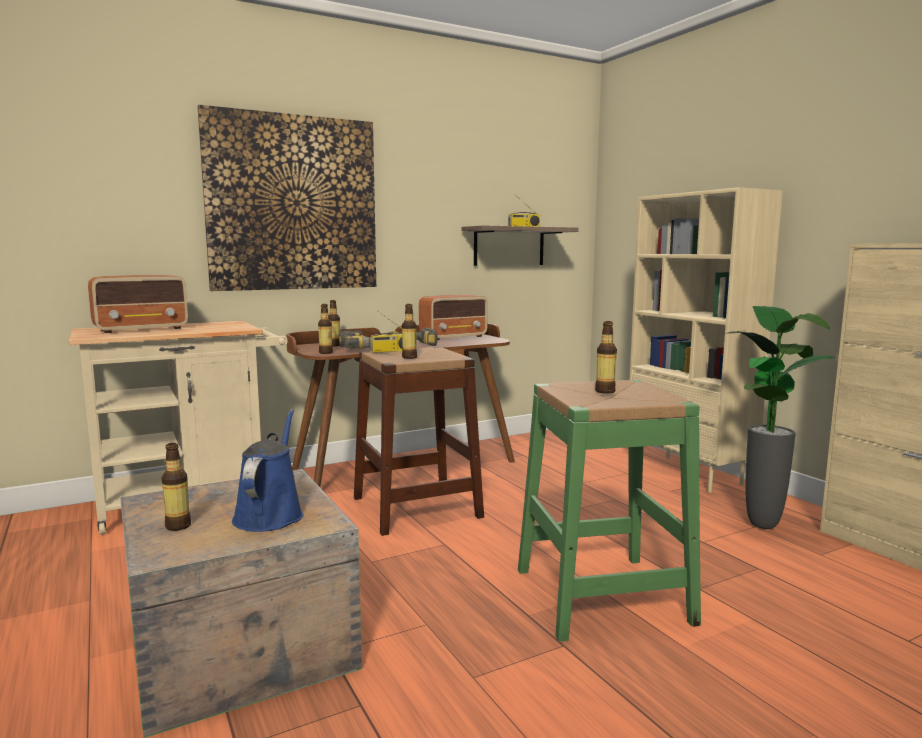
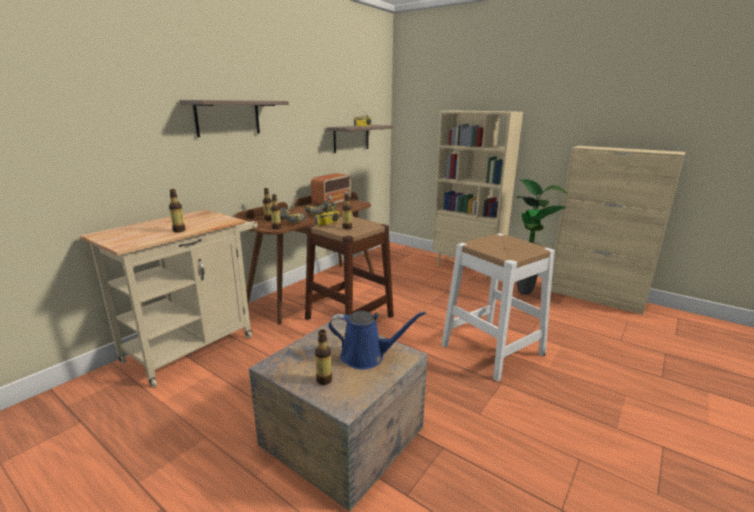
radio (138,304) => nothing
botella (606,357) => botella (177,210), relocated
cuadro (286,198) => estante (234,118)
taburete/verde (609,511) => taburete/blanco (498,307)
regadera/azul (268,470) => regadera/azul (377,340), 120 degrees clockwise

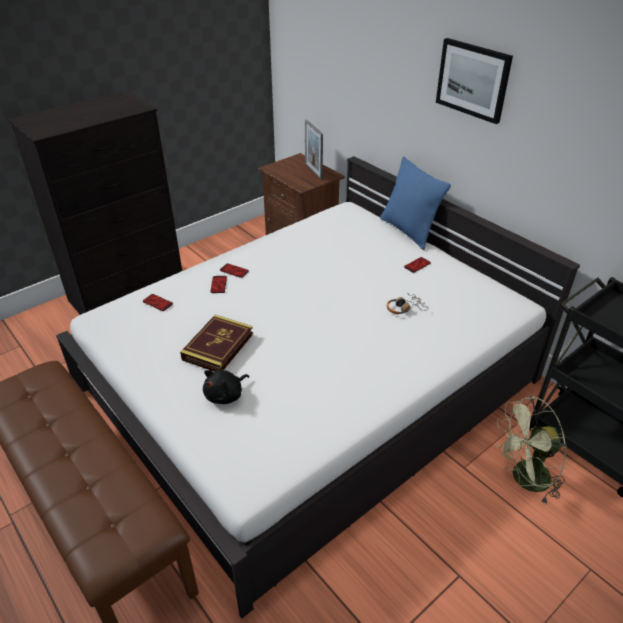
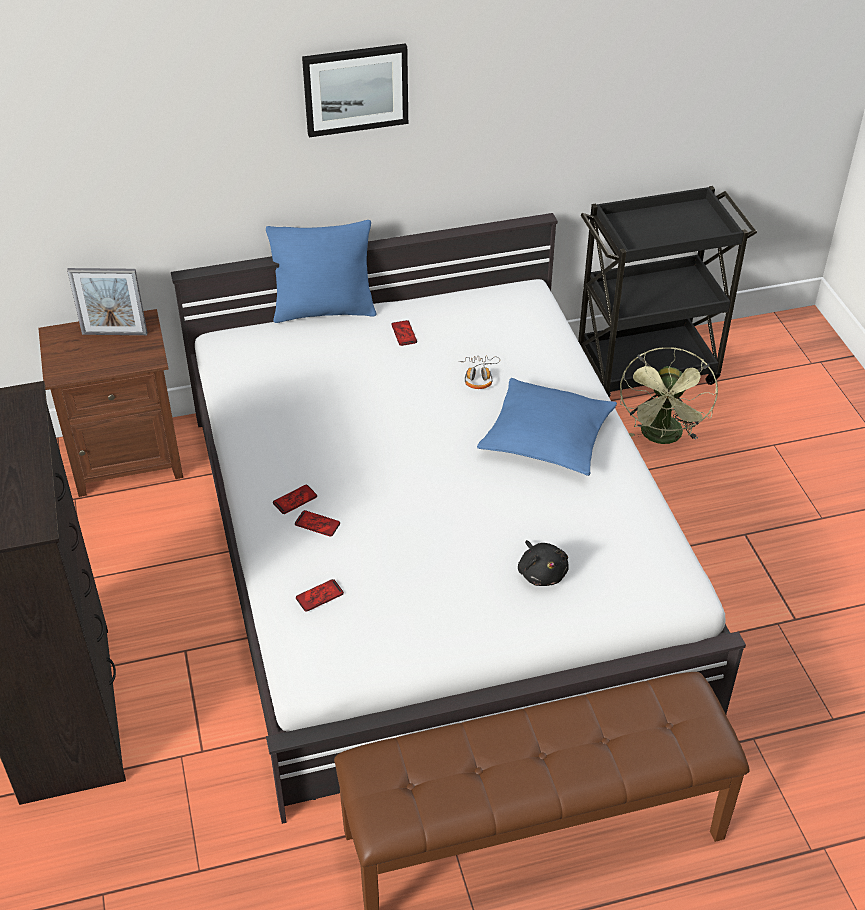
libro (216,343) => nothing
nothing => cojín/azul (547,427)

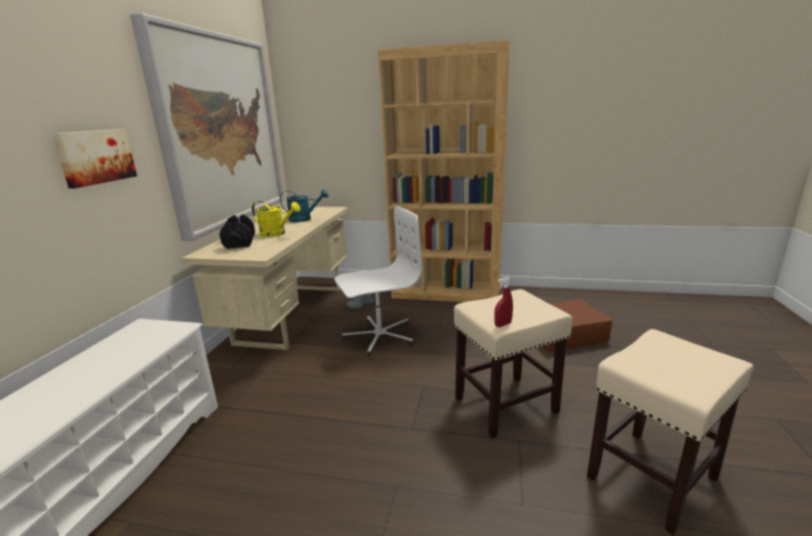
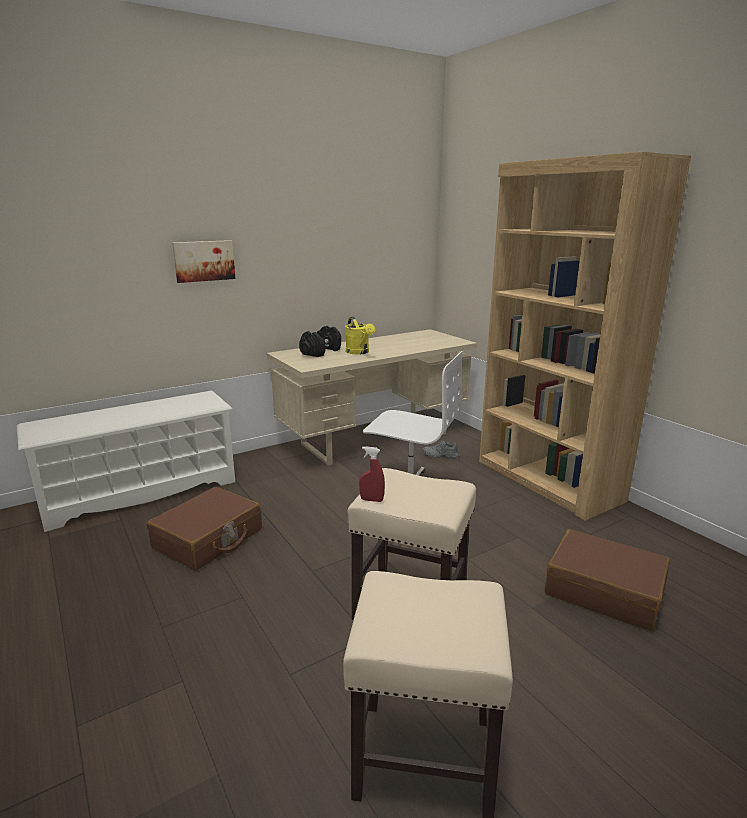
cuadro (207,127) => nothing
regadera/turquesa (304,205) => nothing
nothing => maleta/marrón (204,529)

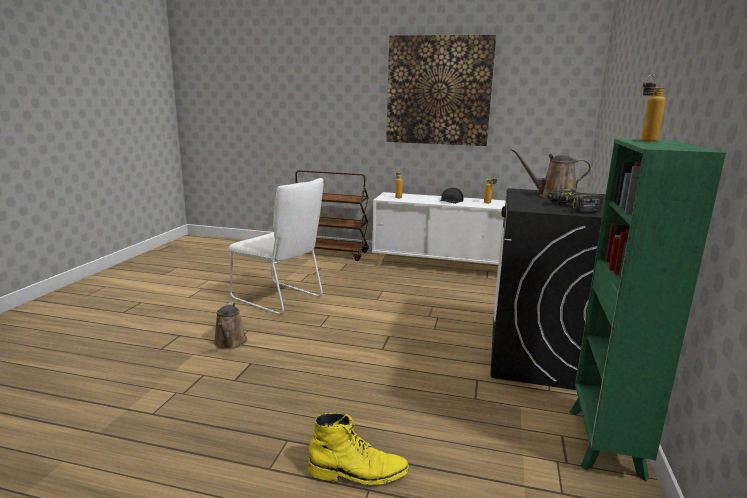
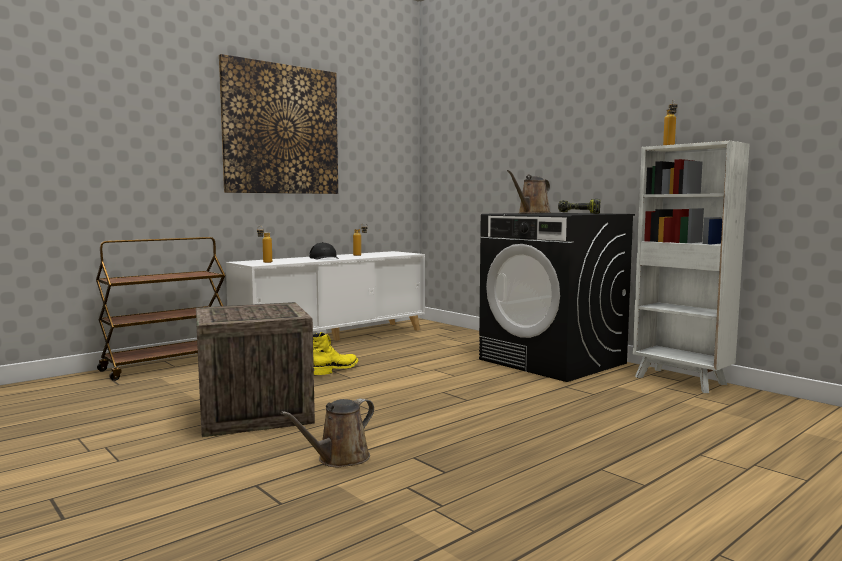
bota/amarillo (359,449) => bota/amarillo (336,353), relocated
silla/blanco (276,246) => caja de embalaje (255,369)
estantería/verde (647,310) => estantería/blanco (691,267)
regadera/marrón (230,325) => regadera/marrón (327,433), 105 degrees clockwise

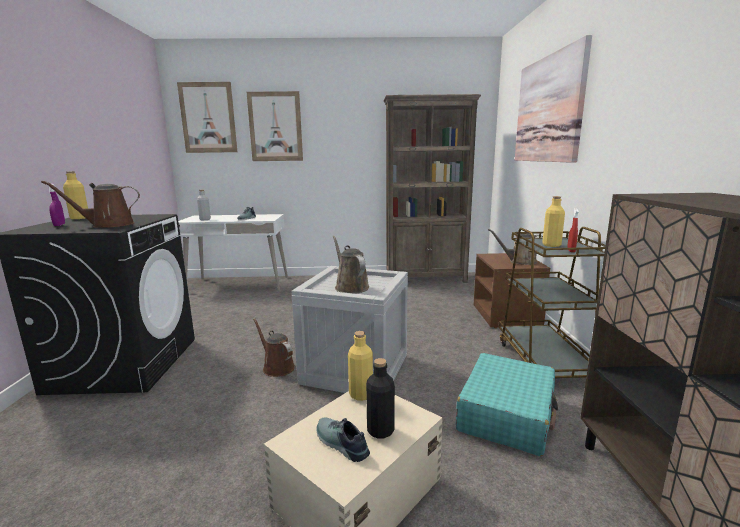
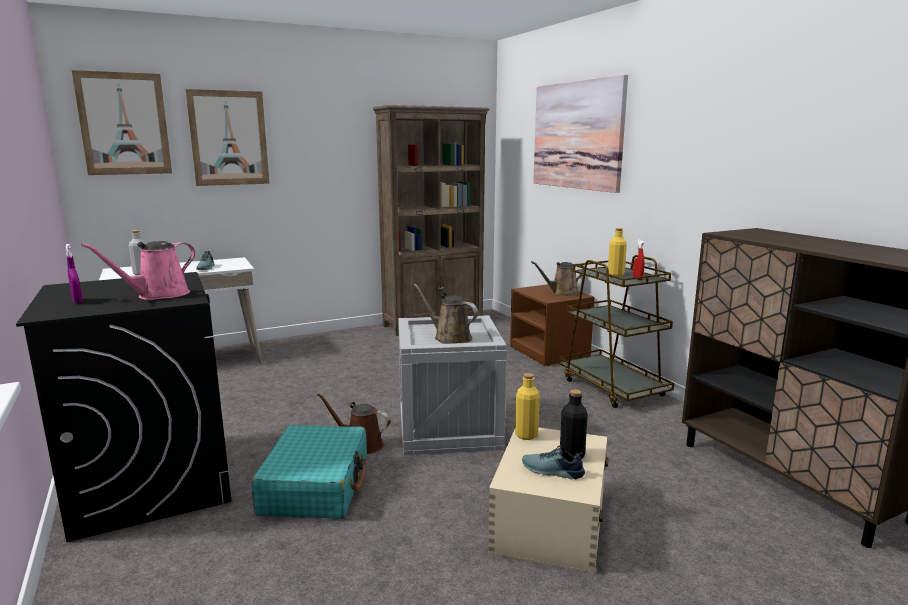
botella/amarillo (75,195) => nothing
maleta/turquesa (507,404) => maleta/turquesa (309,472), relocated
regadera/marrón (90,204) => regadera/rosa (138,270)

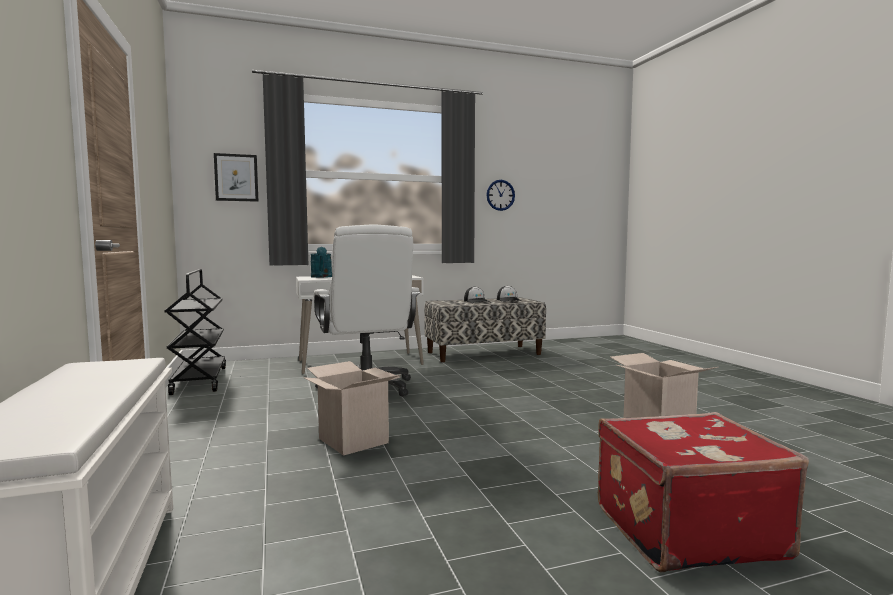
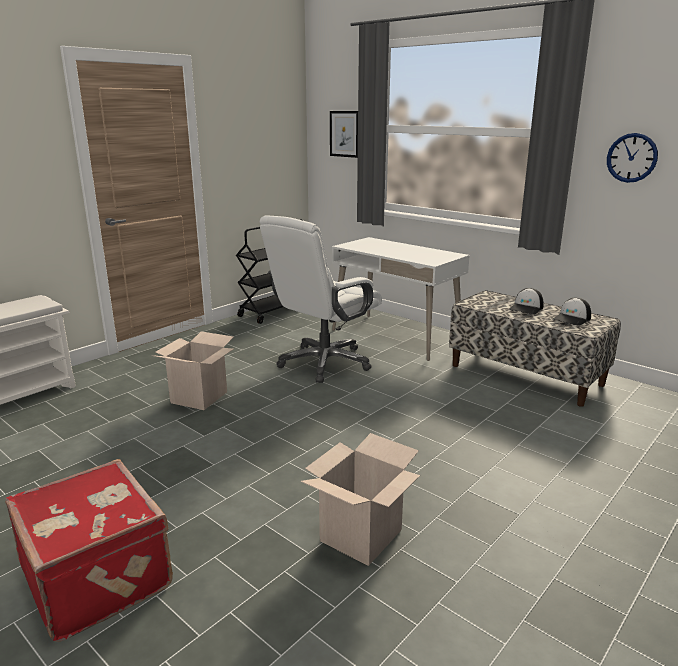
regadera/turquesa (321,262) => nothing

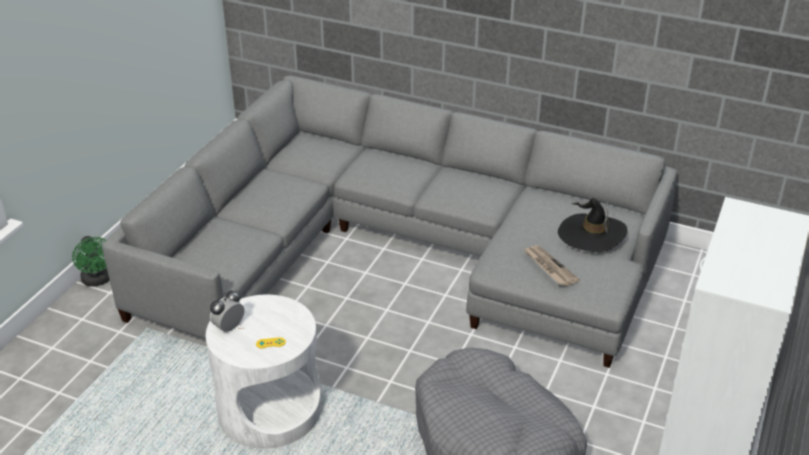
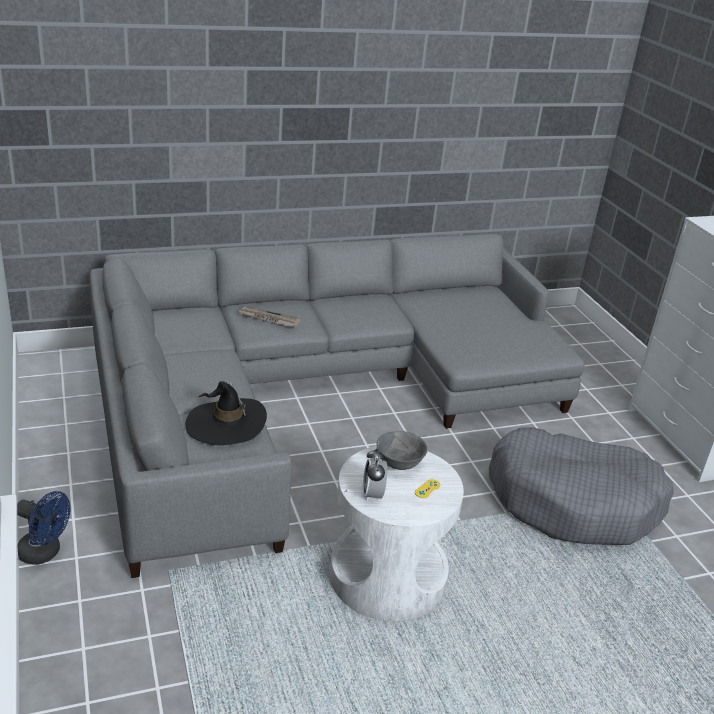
nothing => cuenco/gris (401,450)
periódico (552,265) => periódico (269,316), relocated
sombrero/negro (592,225) => sombrero/negro (226,413), relocated
ventilador/verde (90,261) => ventilador/azul (44,528)

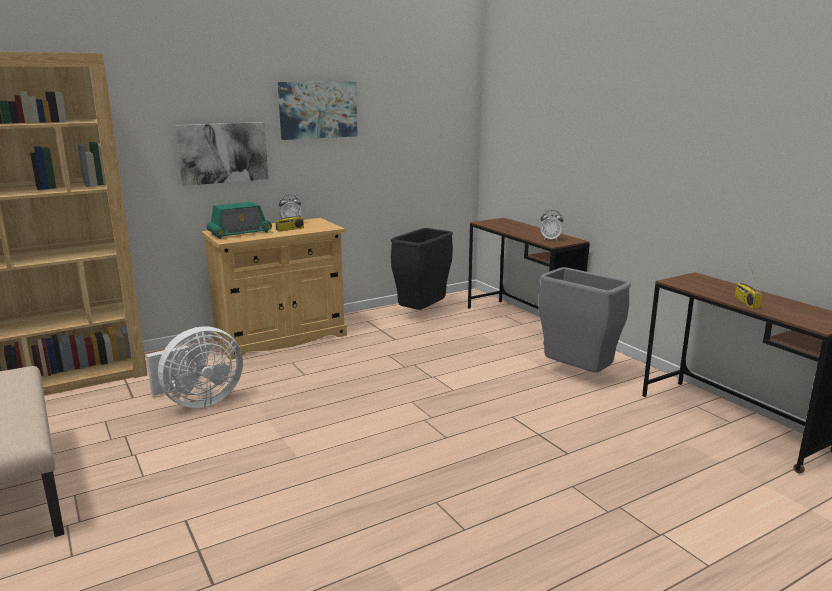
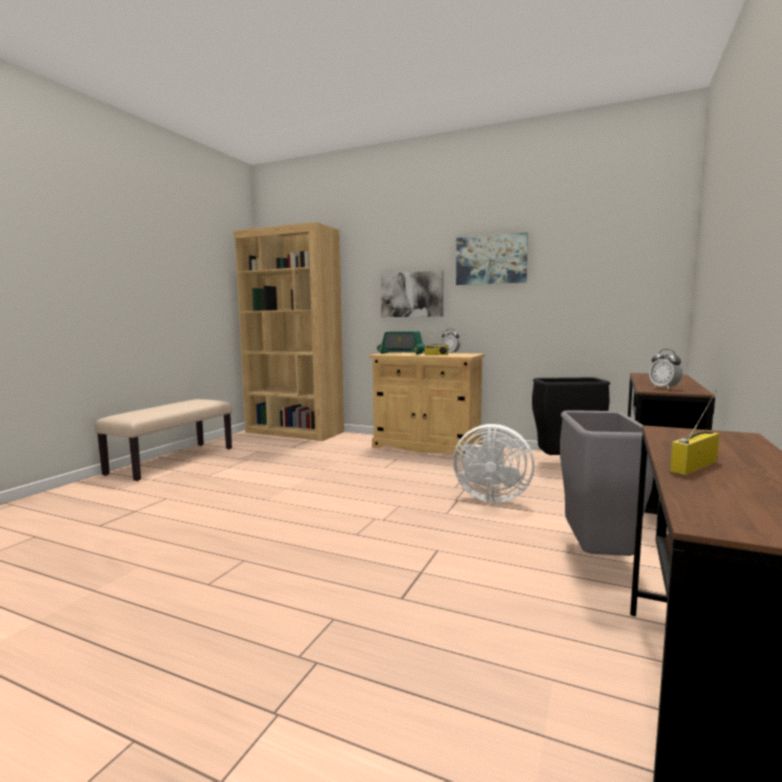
ventilador/blanco (194,367) => ventilador/blanco (493,463), relocated

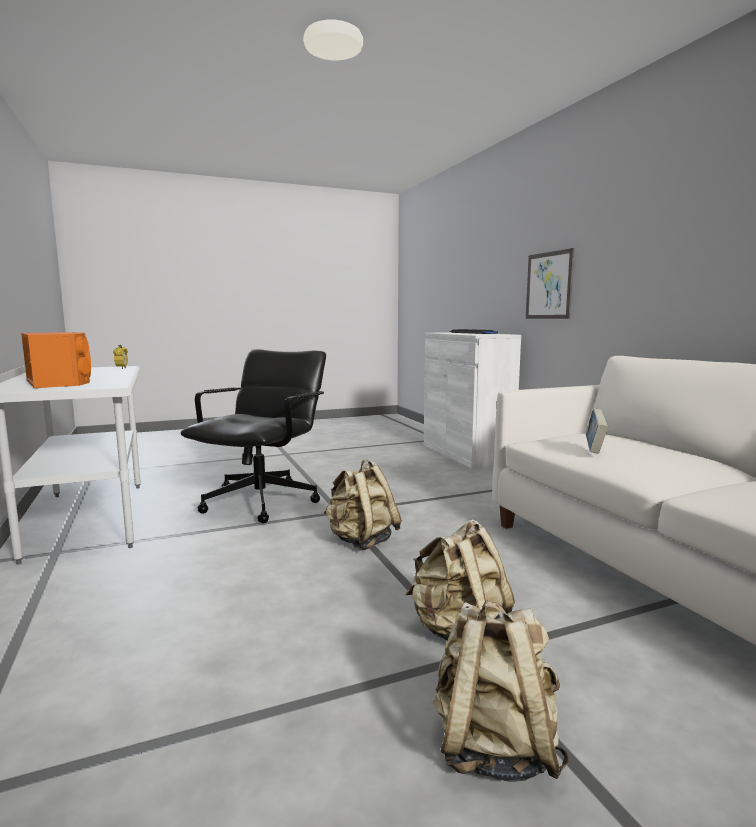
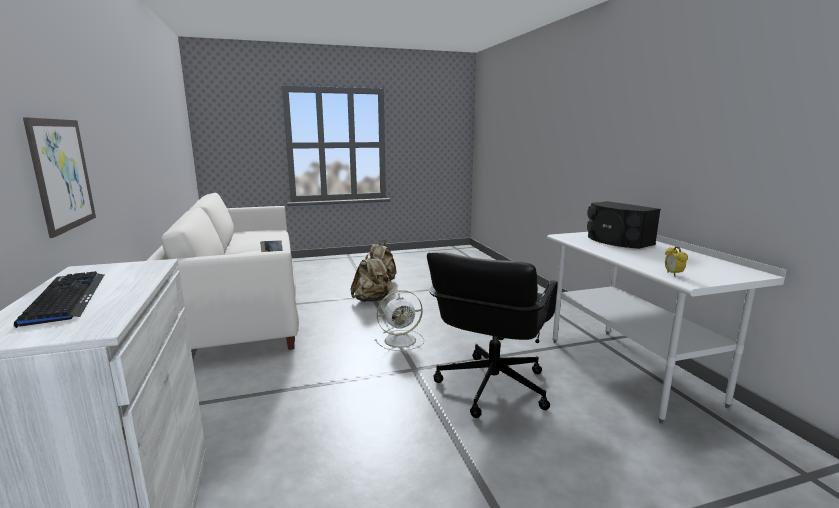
mochila/beis (363,505) => ventilador/blanco (399,320)
altavoz/naranja (56,360) => altavoz/negro (624,225)

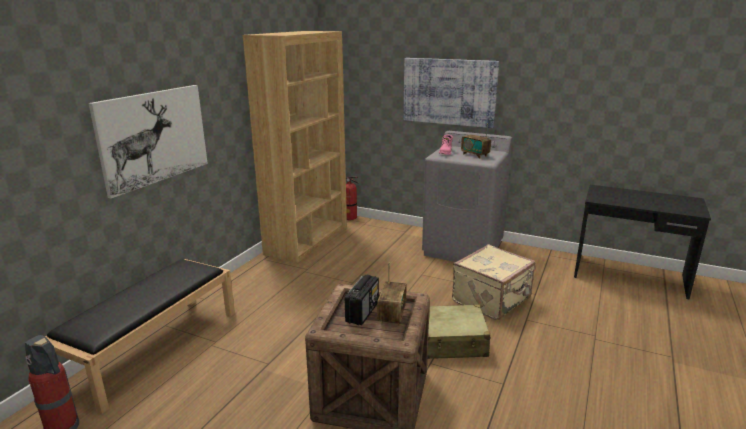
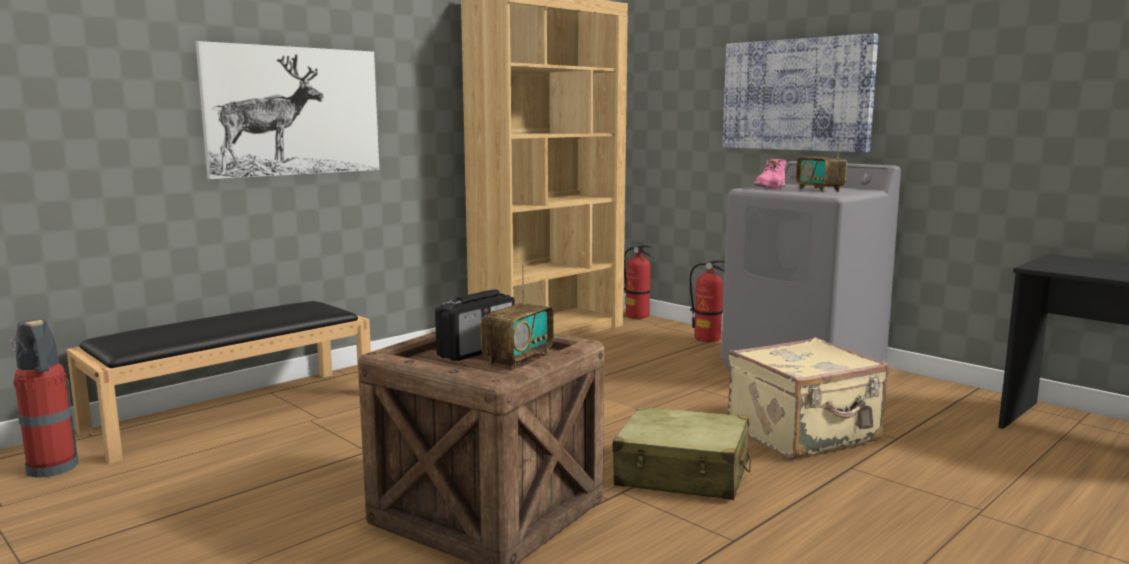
nothing => extintor (707,301)

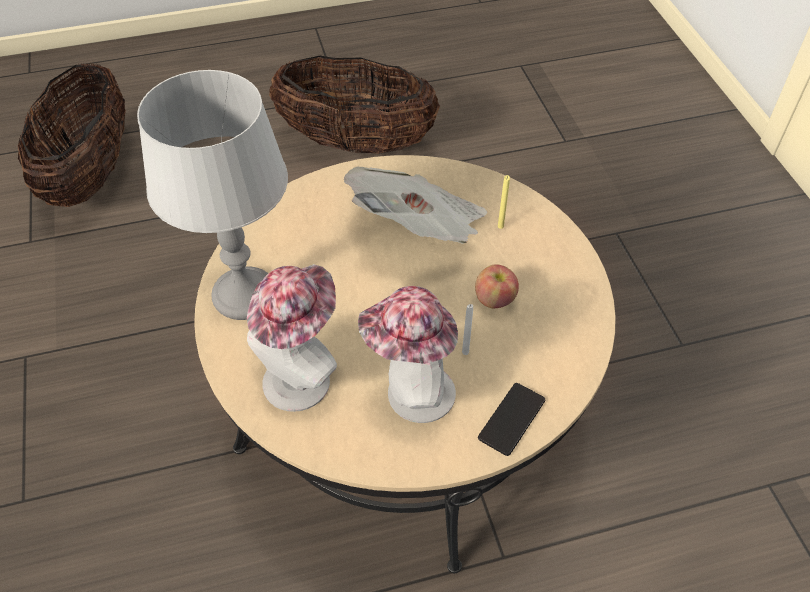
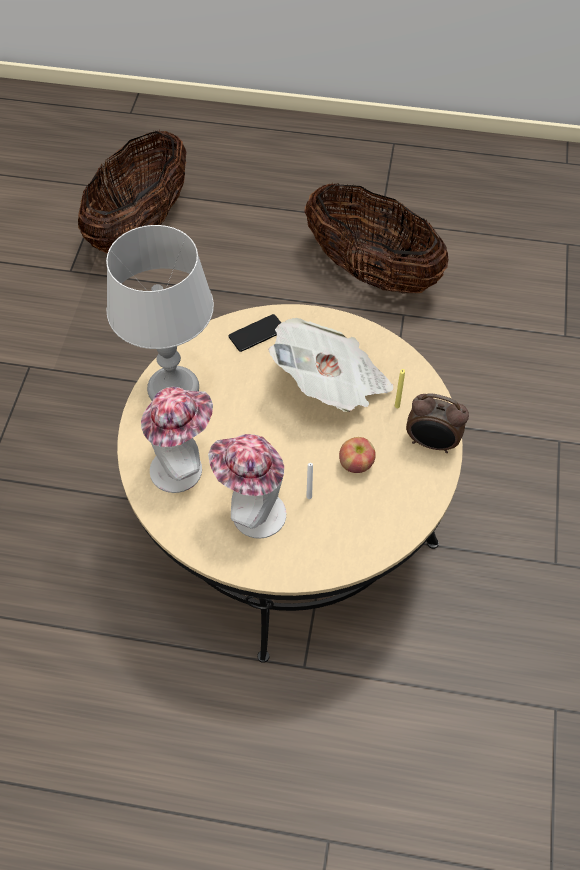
nothing => despertador (437,423)
móvil (511,419) => móvil (254,333), relocated

